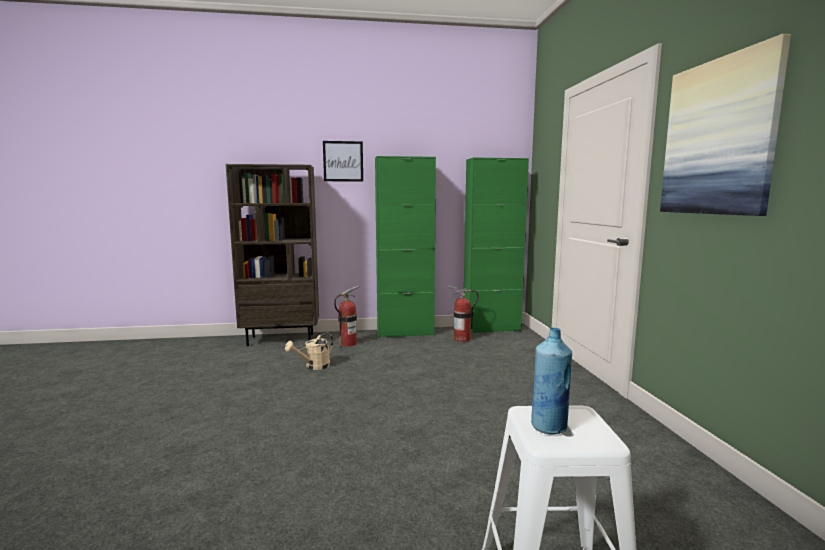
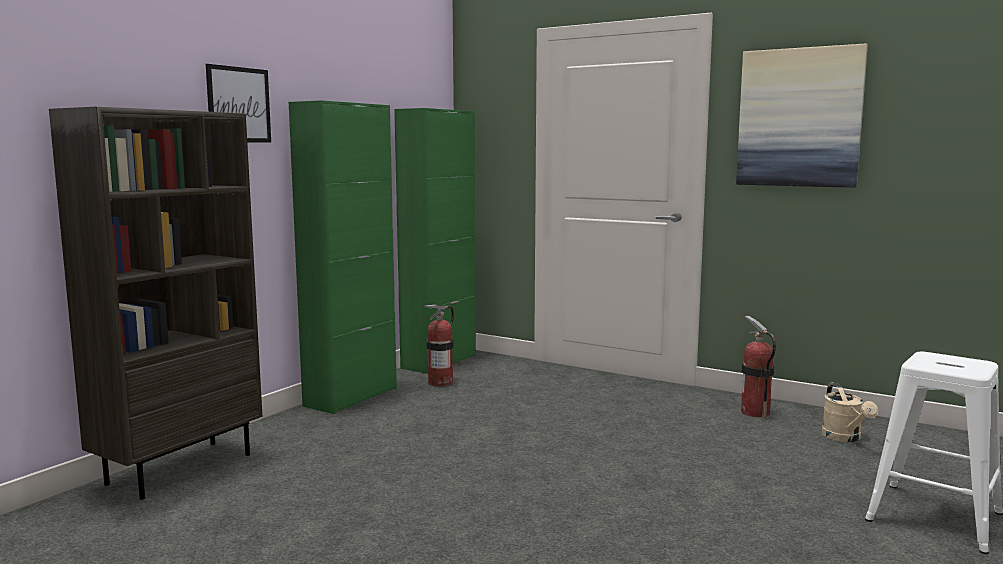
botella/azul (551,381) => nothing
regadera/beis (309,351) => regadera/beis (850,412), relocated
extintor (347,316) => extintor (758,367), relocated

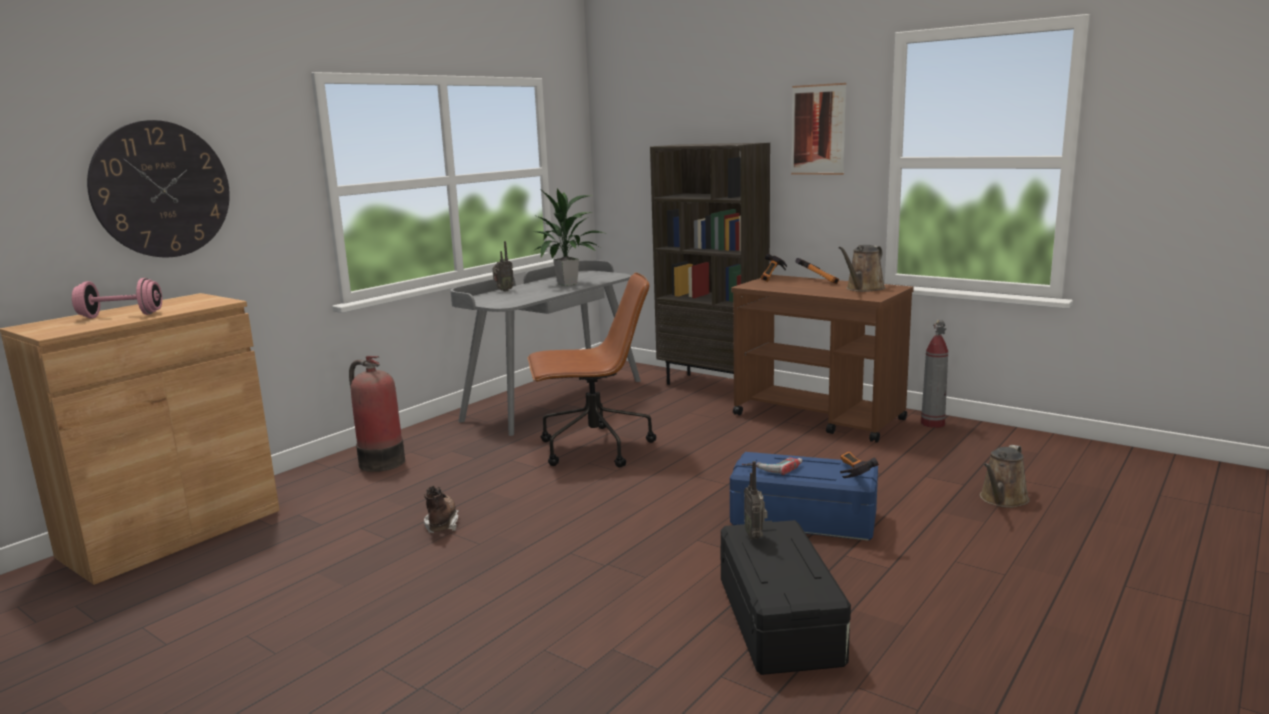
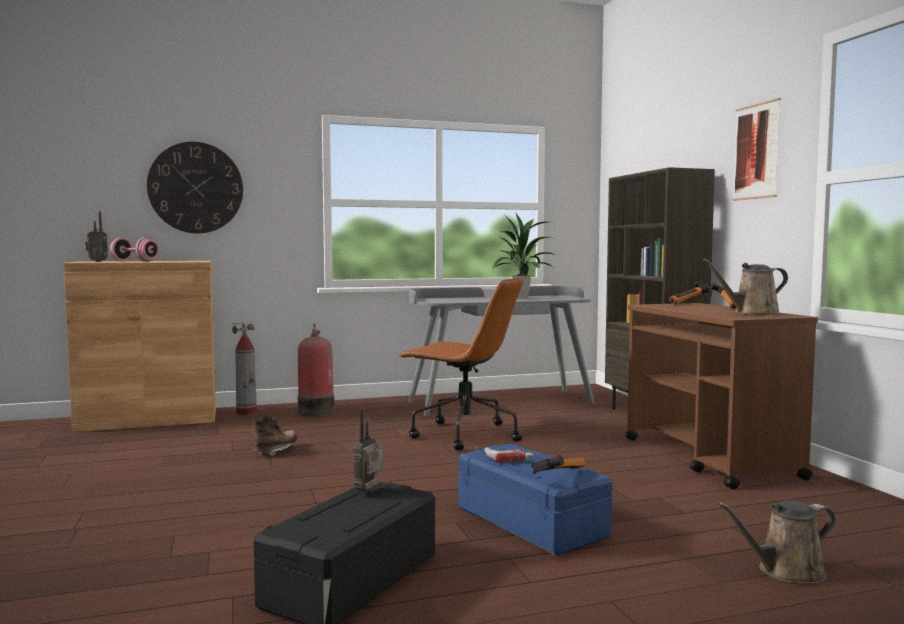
radio (503,266) => radio (96,236), relocated
extintor (934,374) => extintor (244,369), relocated

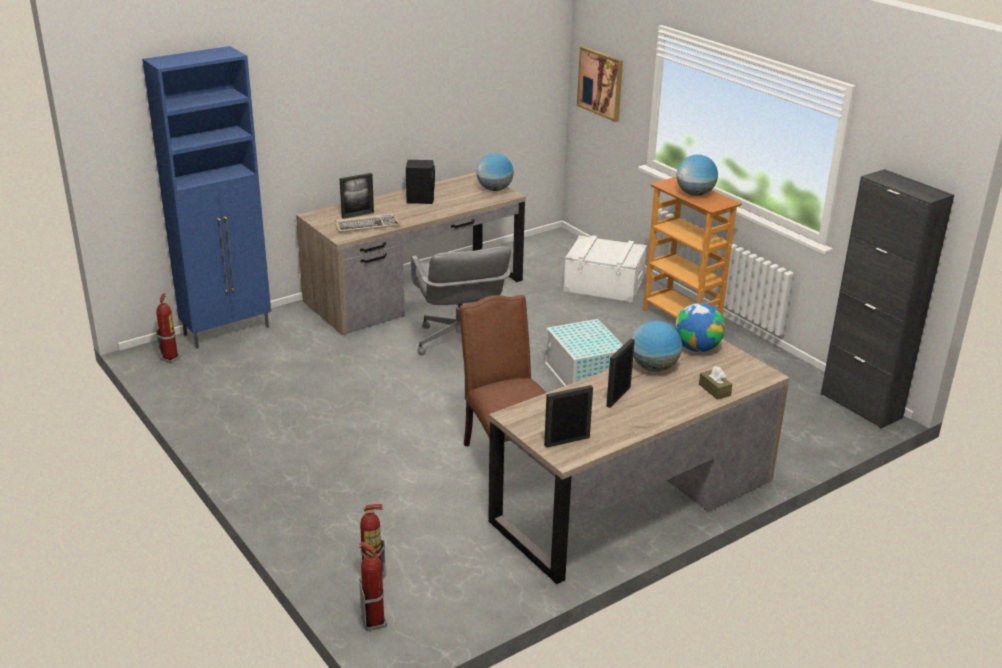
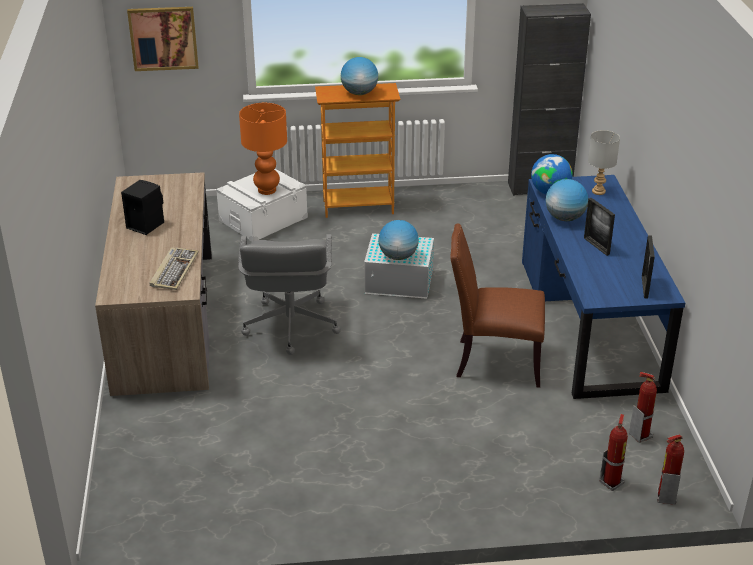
armario/azul (206,197) => nothing
portarretratos (357,196) => nothing
caja de pañuelos/marrón (715,383) => nothing
nothing => lámpara de mesa/naranja (263,149)
nothing => lámpara de mesa/gris (604,162)
extintor (168,328) => extintor (643,407), relocated
globo terráqueo (495,172) => globo terráqueo (399,240), relocated
escritorio/marrón (639,461) => escritorio/azul (603,287)
silla de oficina/gris (461,301) => silla de oficina/gris (289,294), 75 degrees clockwise

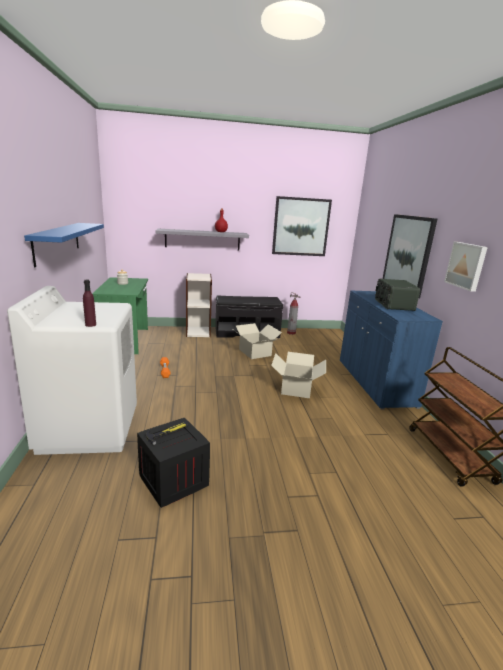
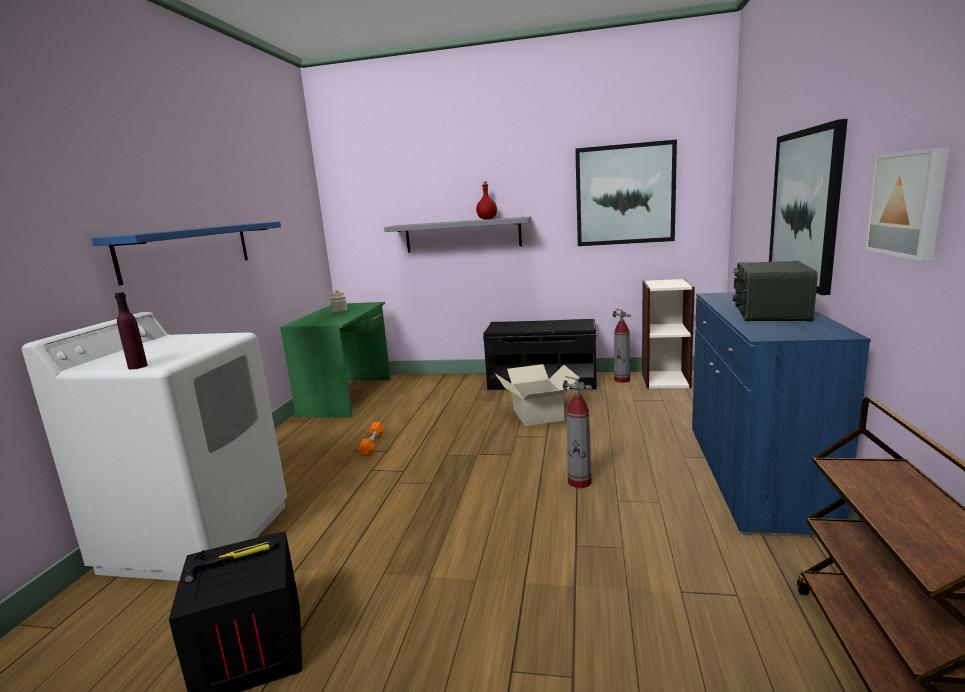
estantería (199,305) => estantería (668,334), relocated
caja de cartón (298,375) => extintor (577,432)

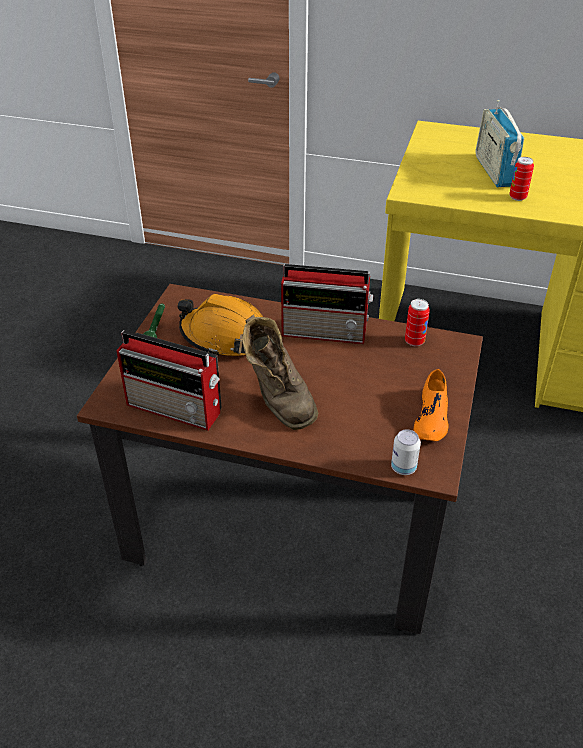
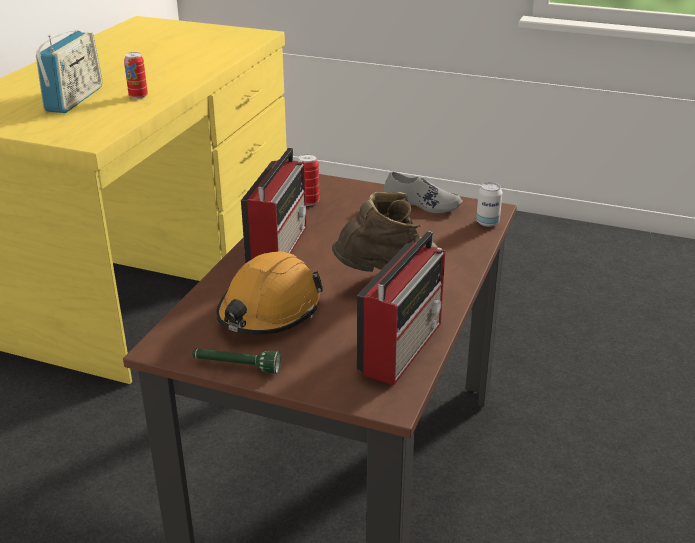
zapato/naranja (431,405) => zapato/gris (423,192)
radio (499,143) => radio (69,71), 75 degrees counterclockwise

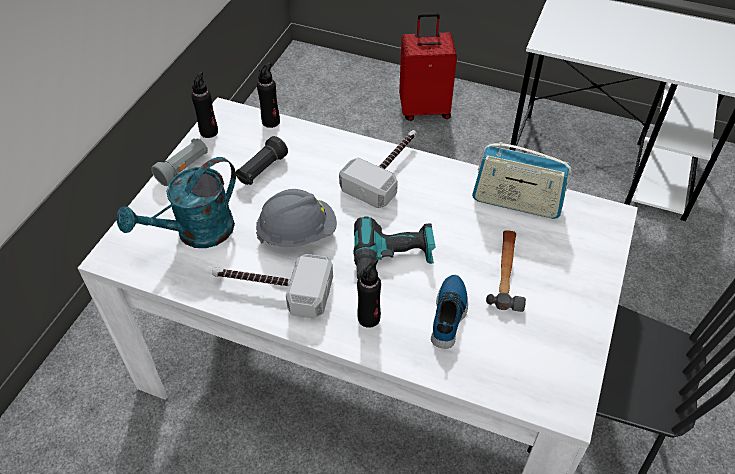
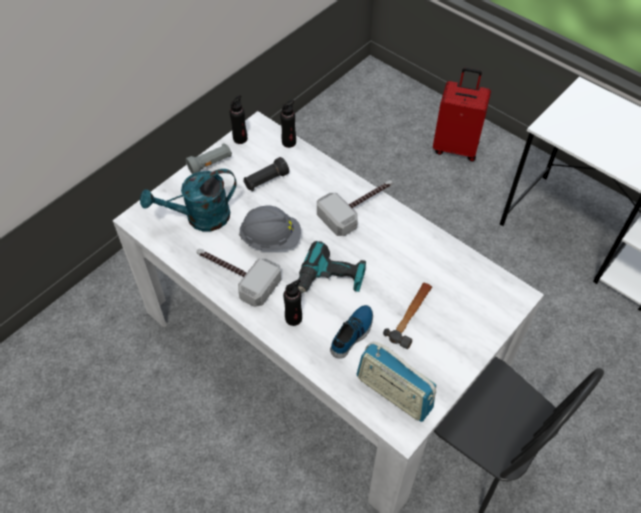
radio (522,180) => radio (396,382), relocated

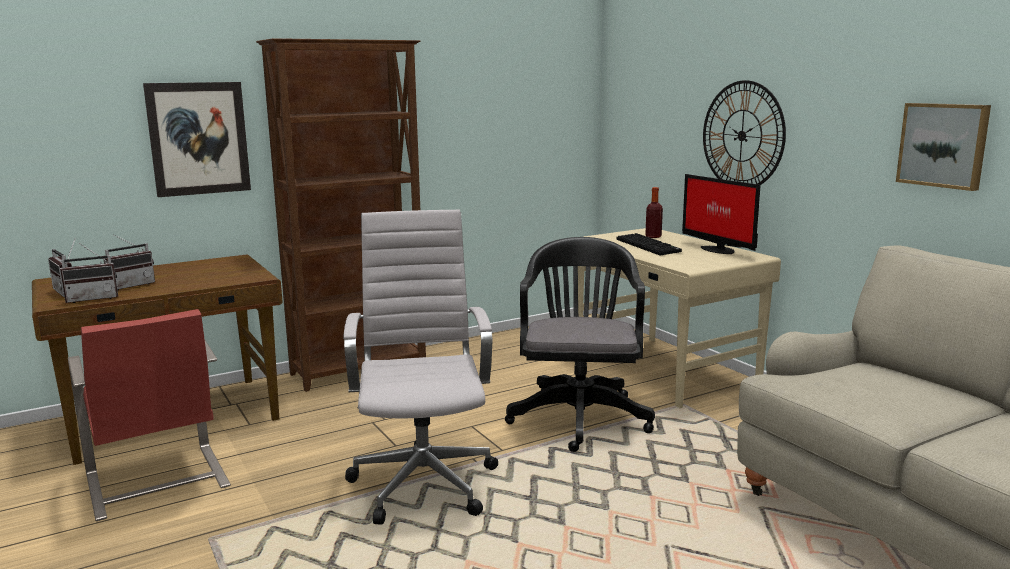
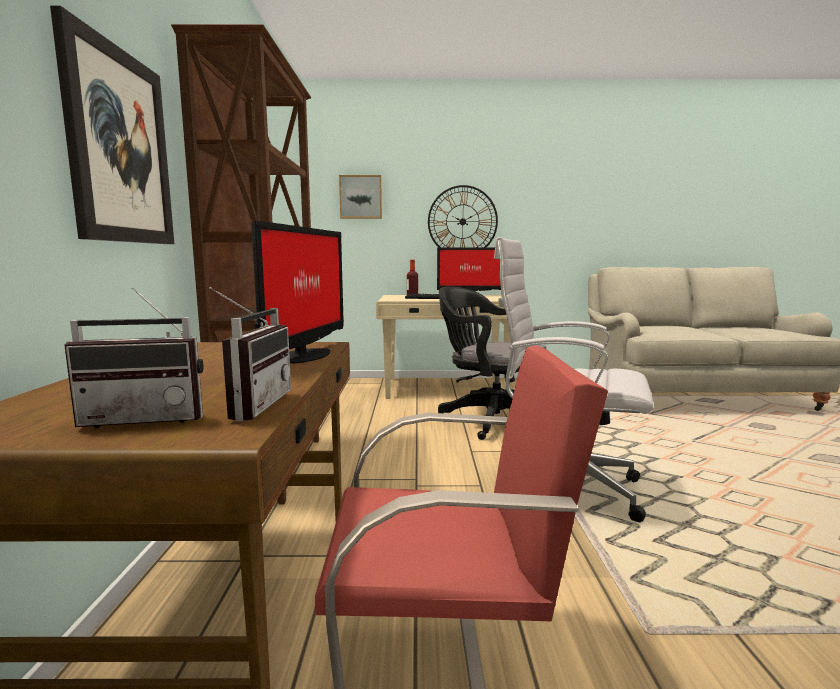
radio (129,262) => nothing
nothing => monitor (297,291)
cuadro (943,147) => cuadro (360,197), relocated

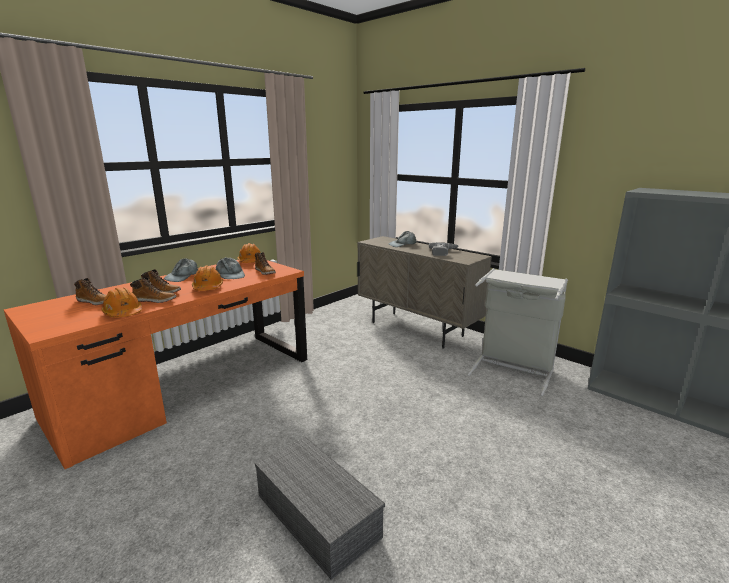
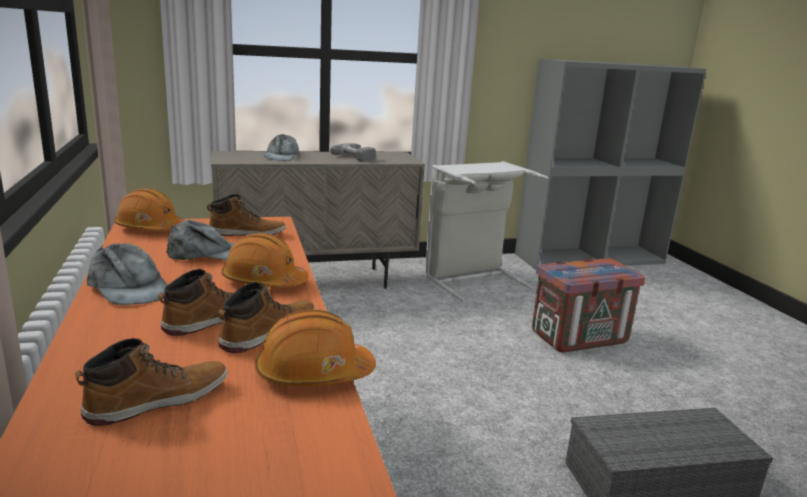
nothing => caja de embalaje (589,305)

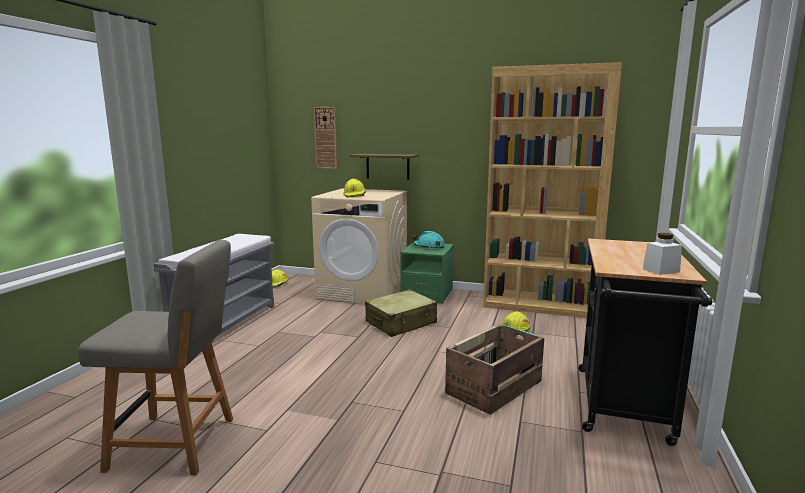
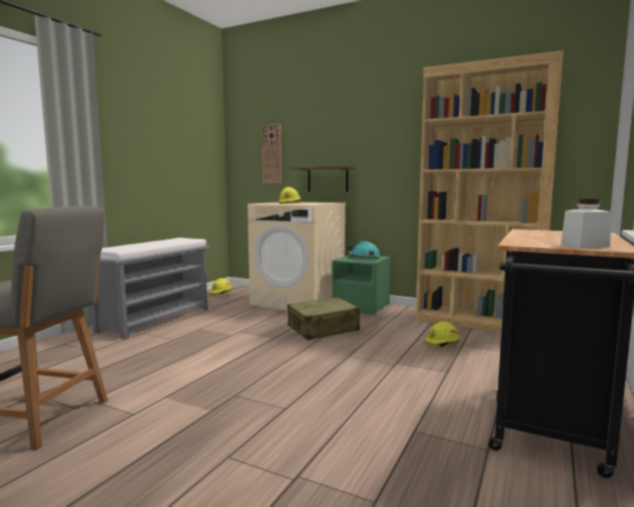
caja de embalaje (494,369) => nothing

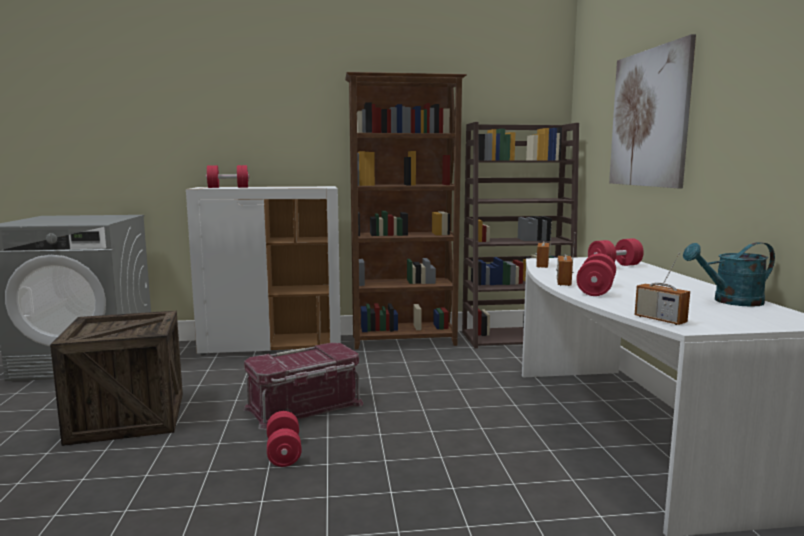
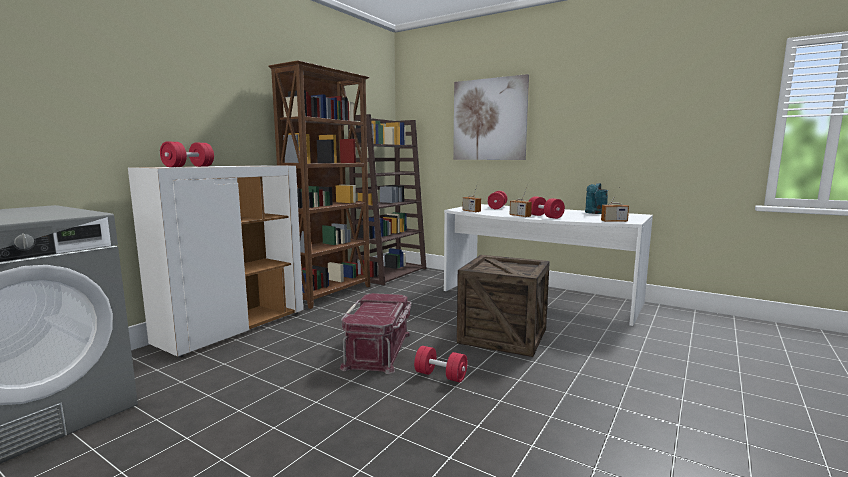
caja de embalaje (116,378) => caja de embalaje (503,306), relocated

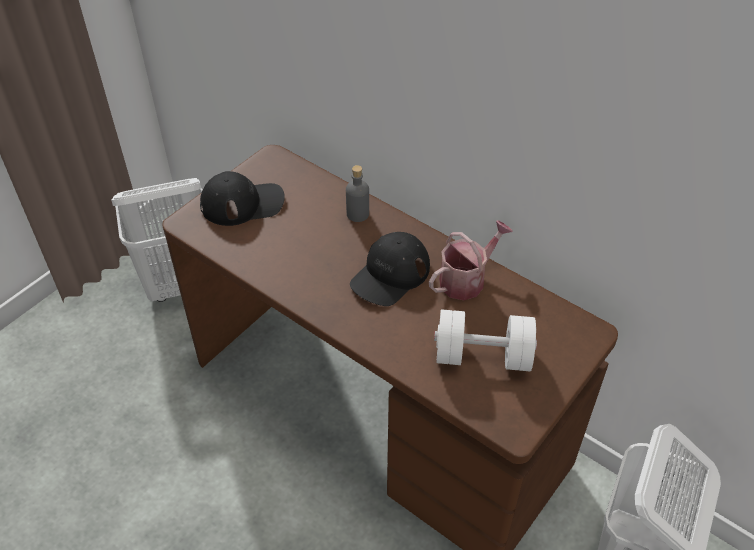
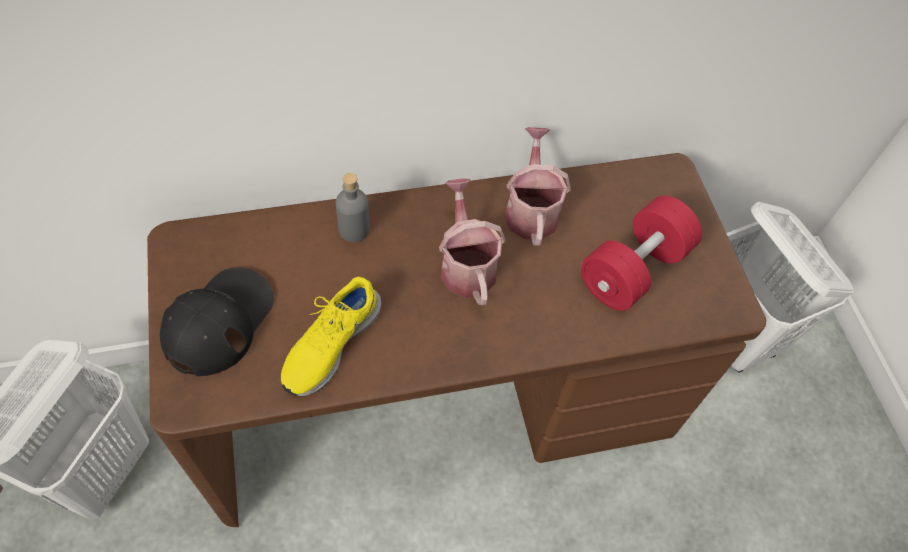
nothing => zapato/amarillo (331,337)
gorra/negro (390,269) => regadera (472,241)
mancuerna/blanco (485,340) => mancuerna/rojo (641,253)

